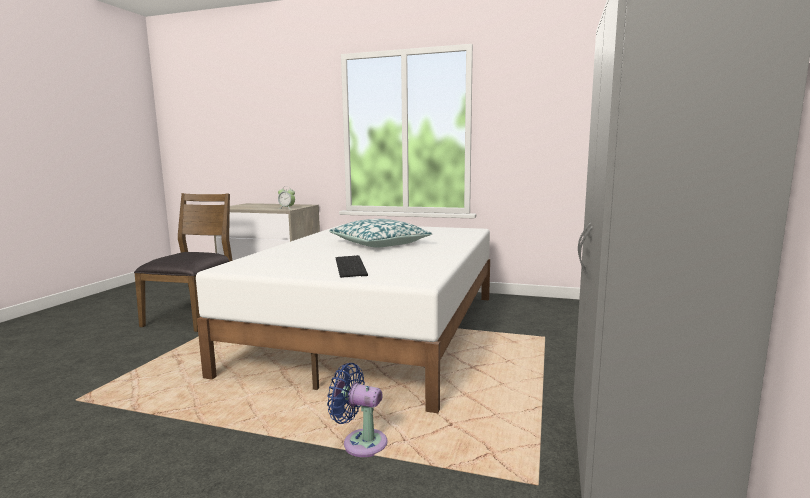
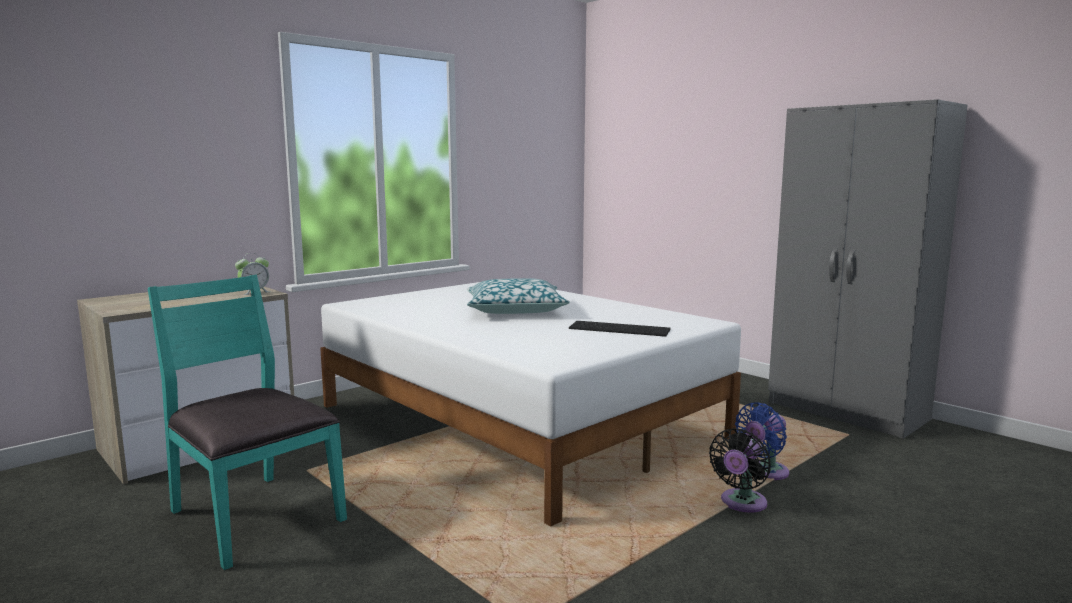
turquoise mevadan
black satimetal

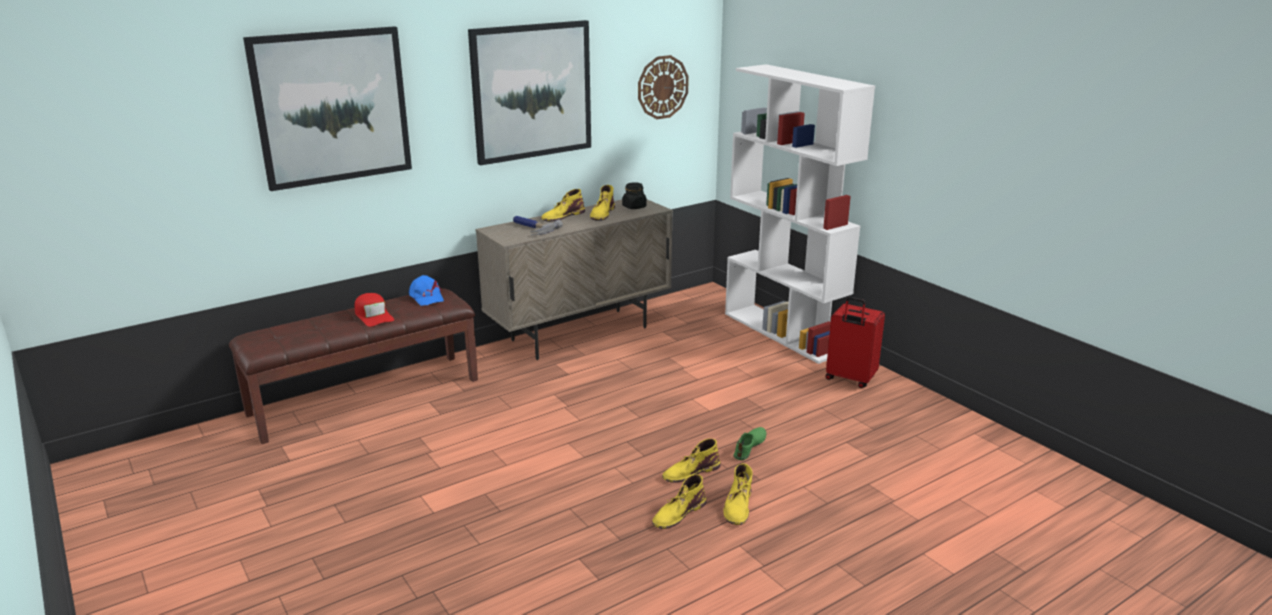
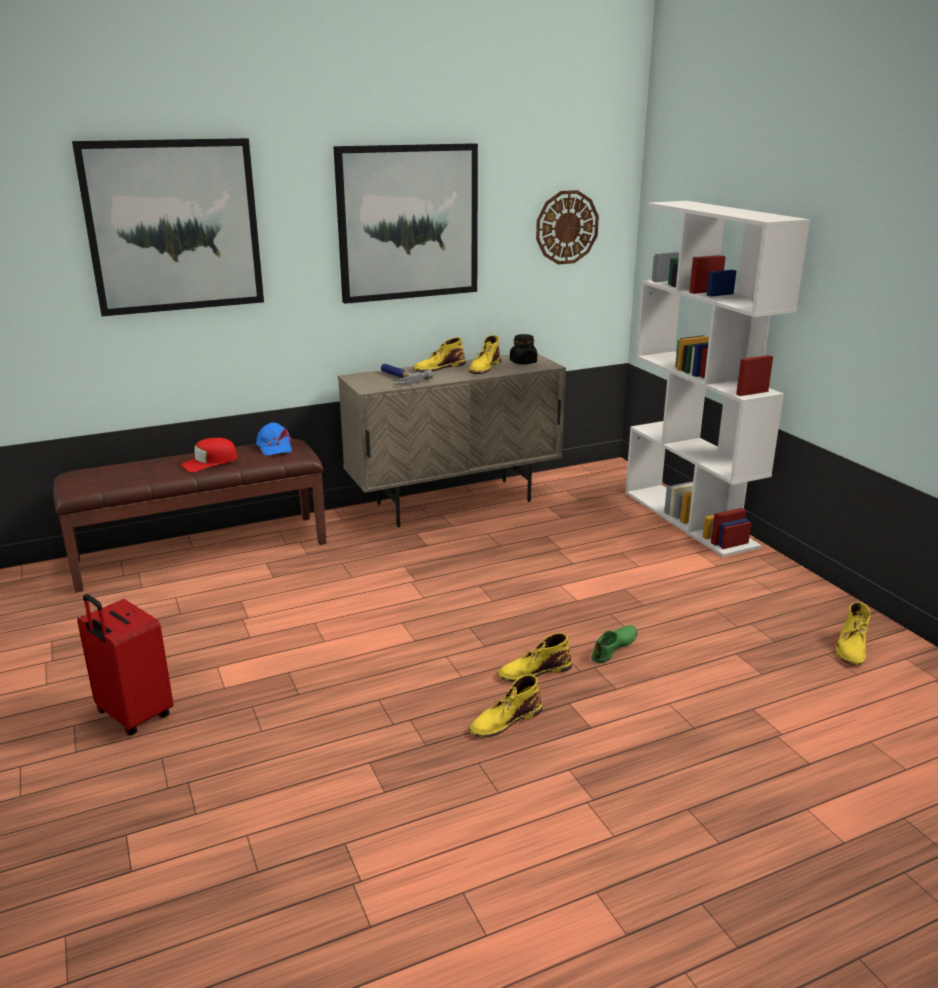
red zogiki
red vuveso
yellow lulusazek (5th from left)

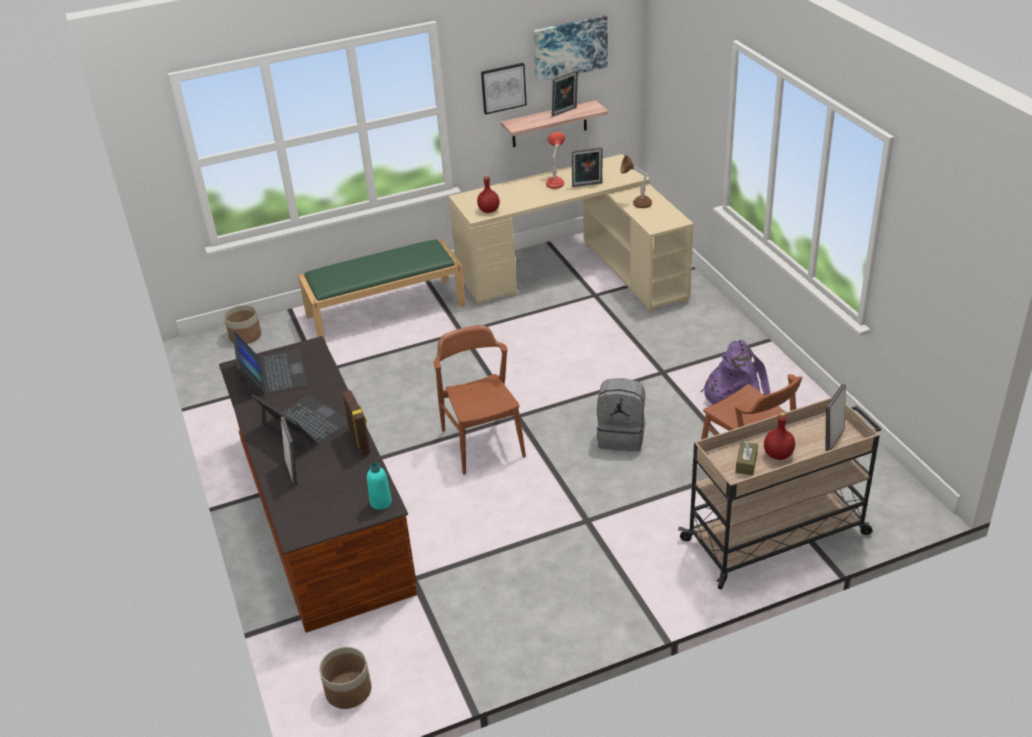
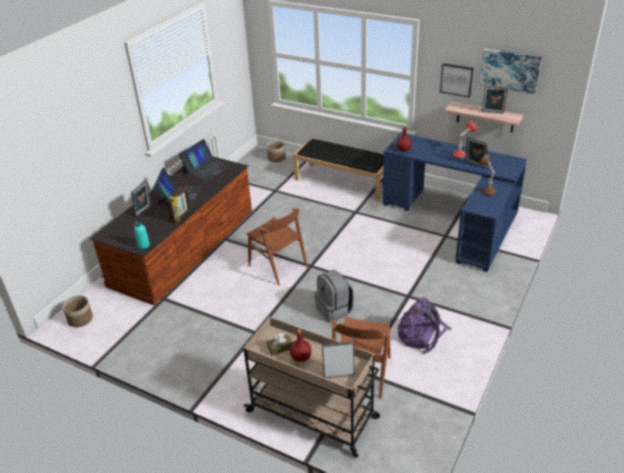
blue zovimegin
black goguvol
brown mevadan (1st from left)

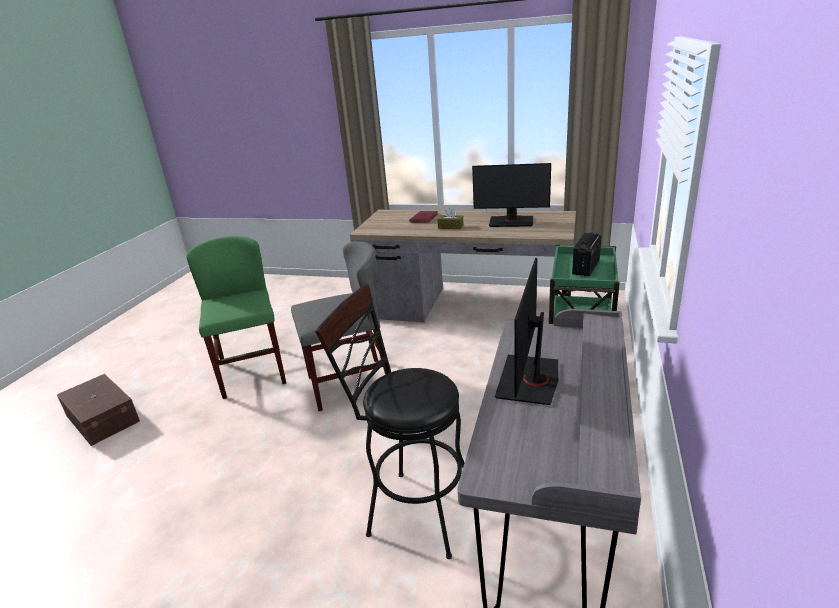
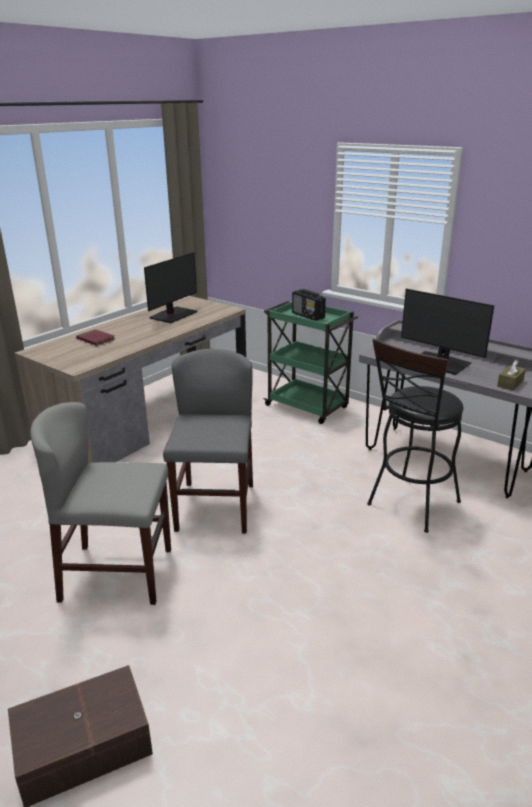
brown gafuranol
grey mevadan (1st from left)

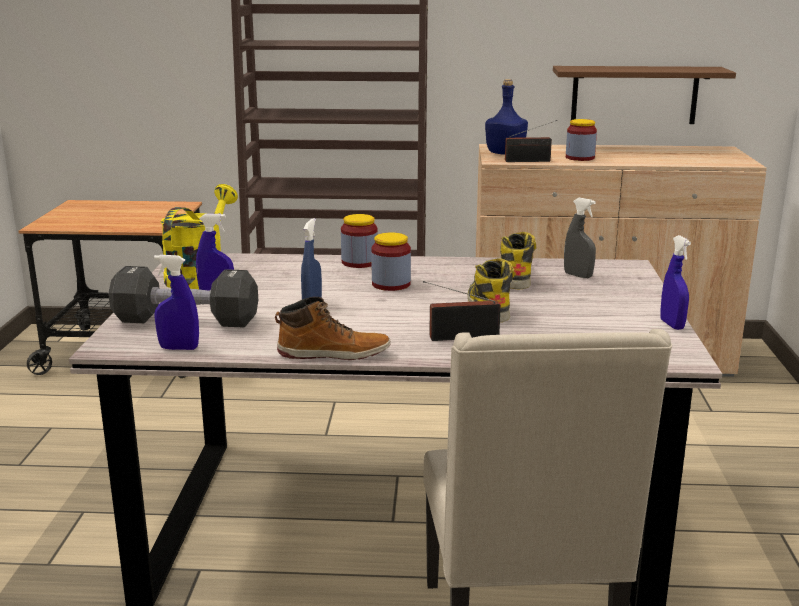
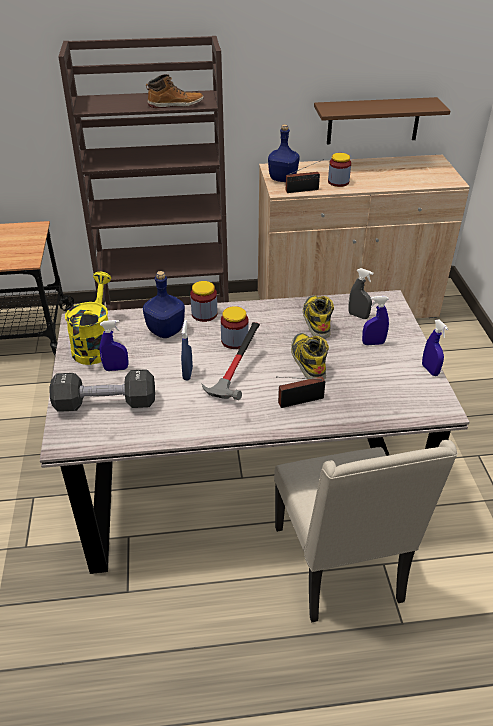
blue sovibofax (3rd from left)
lulusazek (1st from left)
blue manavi (1st from left)
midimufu

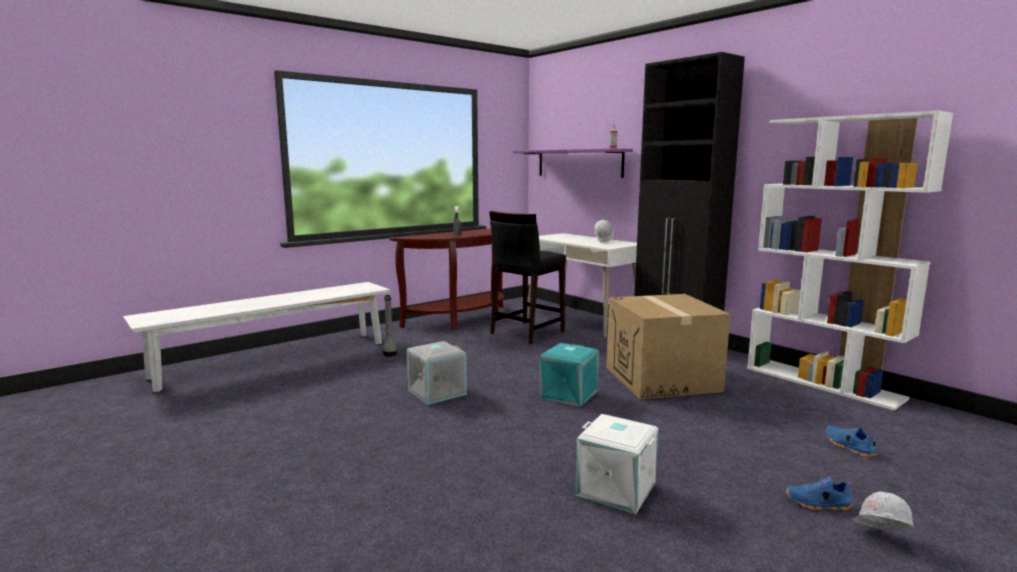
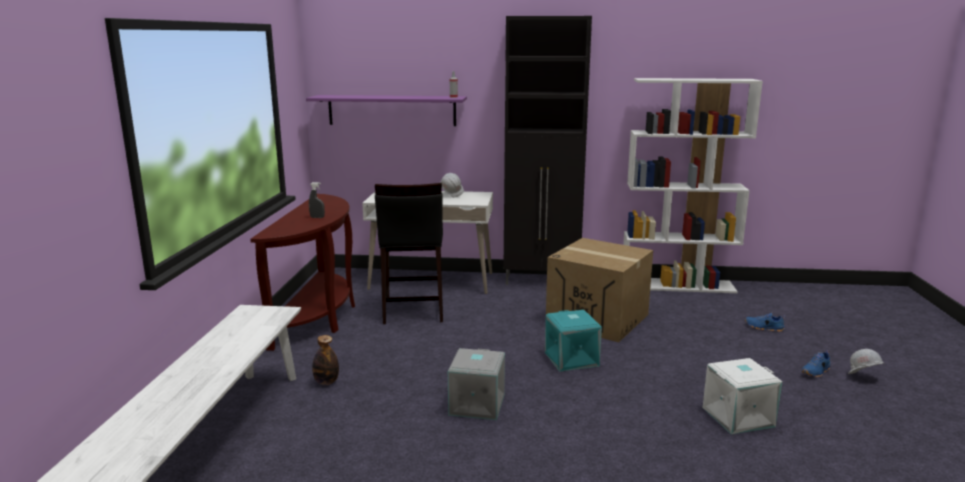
manavi

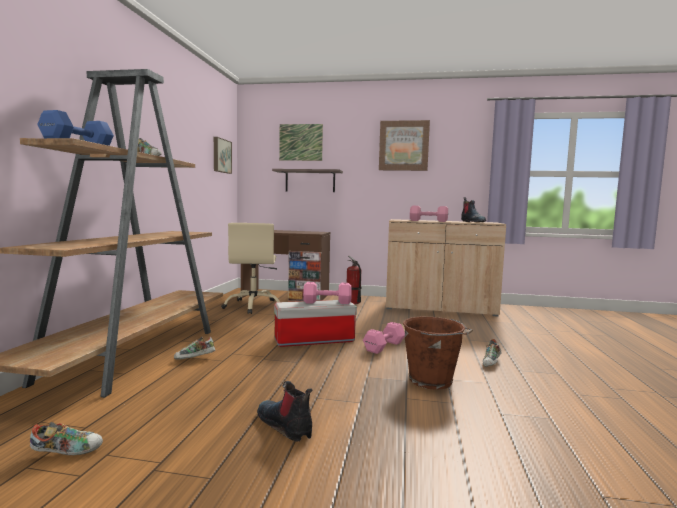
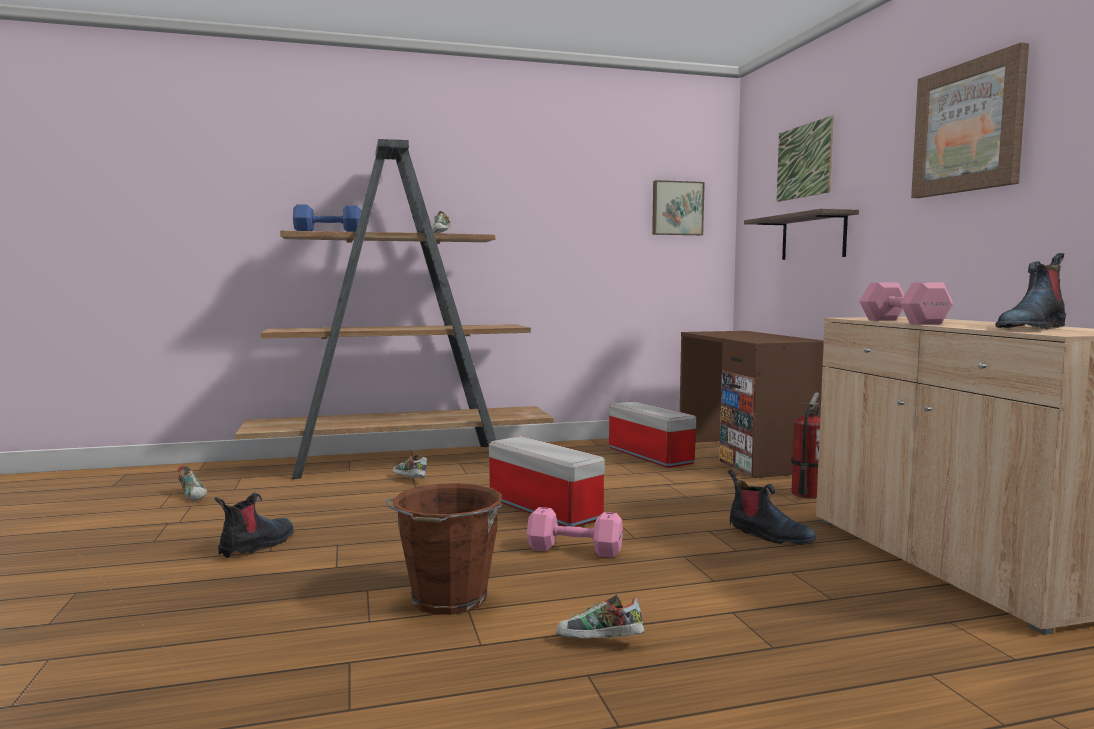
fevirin (2nd from left)
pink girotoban (1st from left in the first image)
lulusazek (2nd from left)

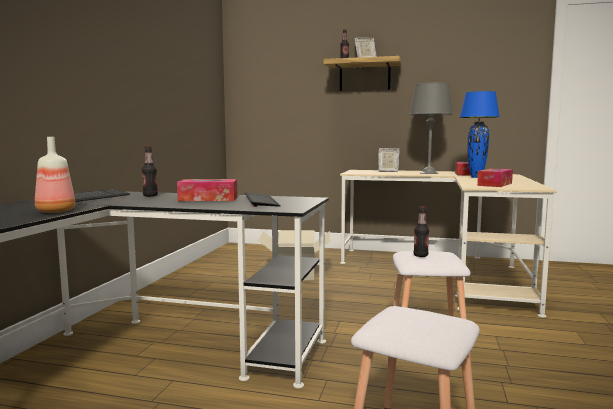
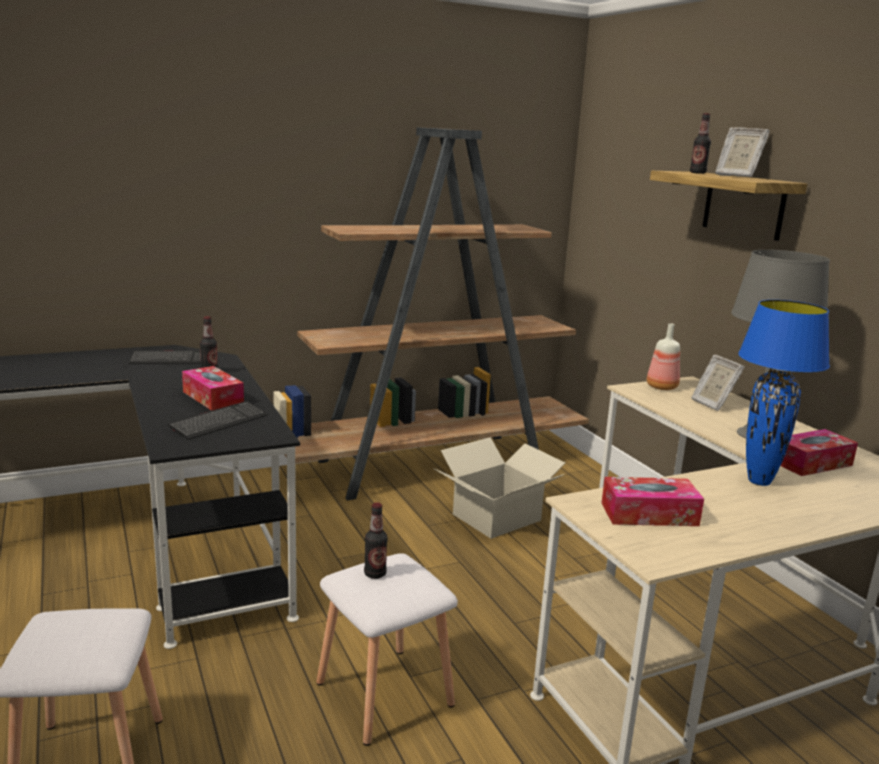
manavi (3rd from left)
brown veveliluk

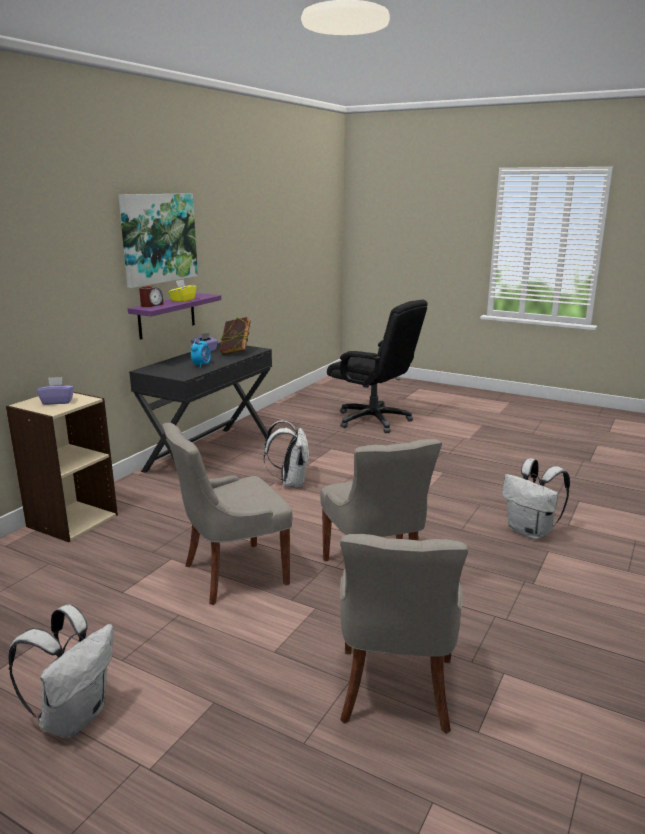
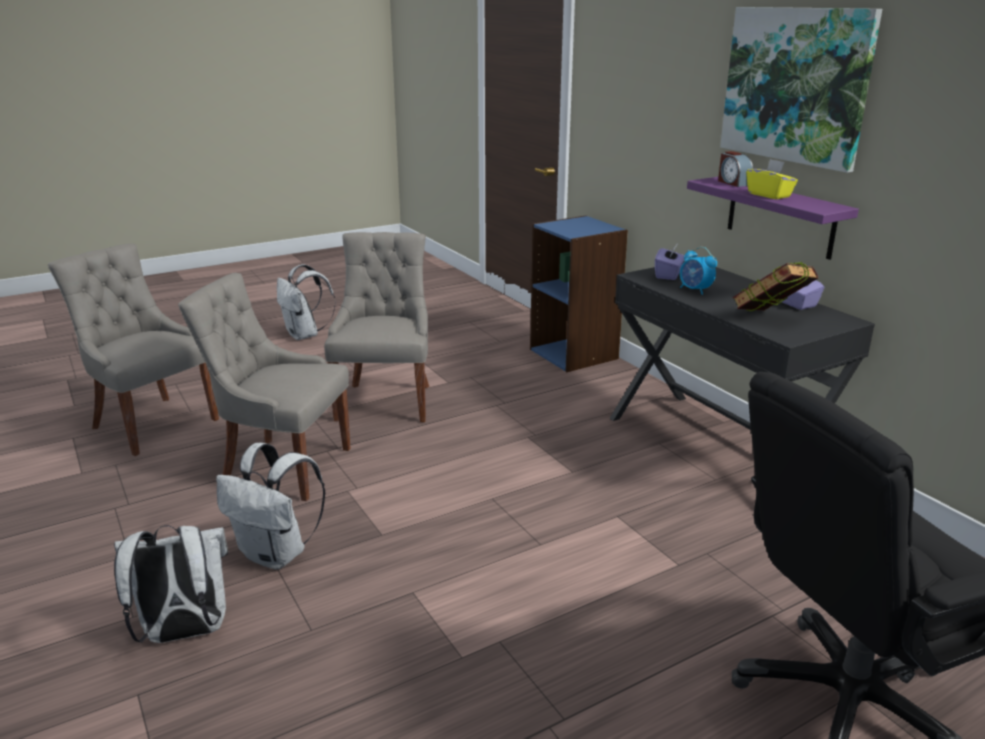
purple gafuranol (1st from left)
blue veveliluk
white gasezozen (2nd from left)

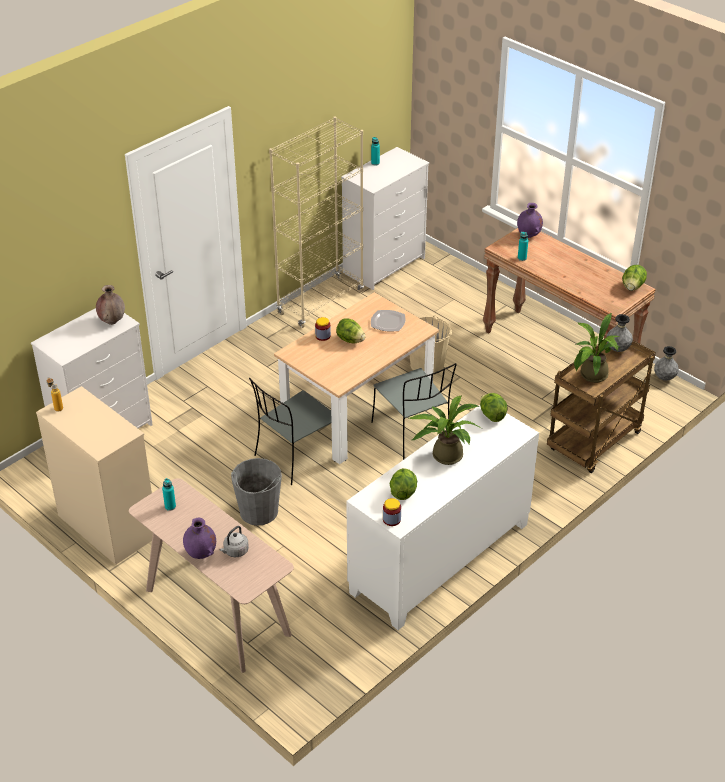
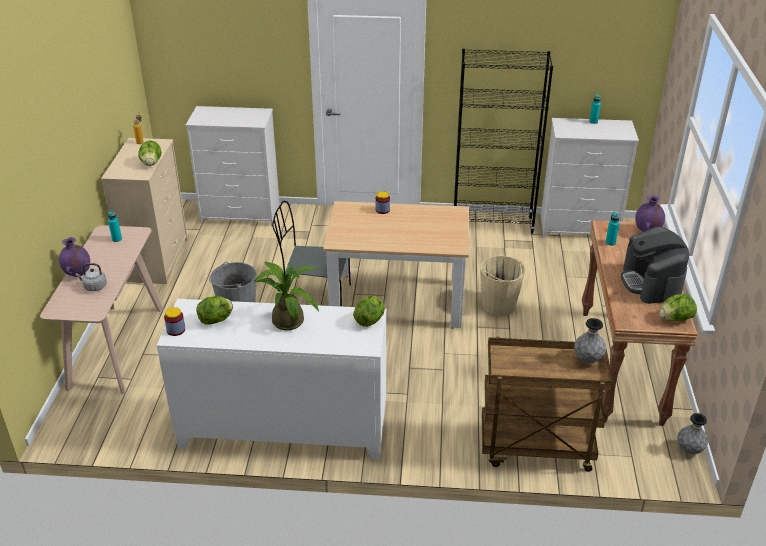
black veveliluk
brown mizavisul
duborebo
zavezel (2nd from left in the first image)
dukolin (1st from left)
grey mevadan (2nd from left in the first image)
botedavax

